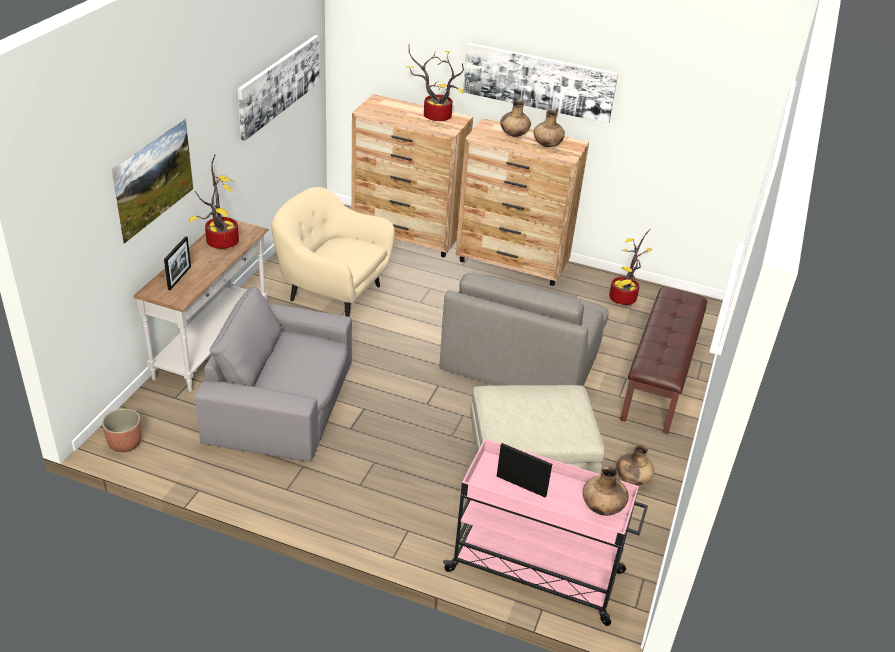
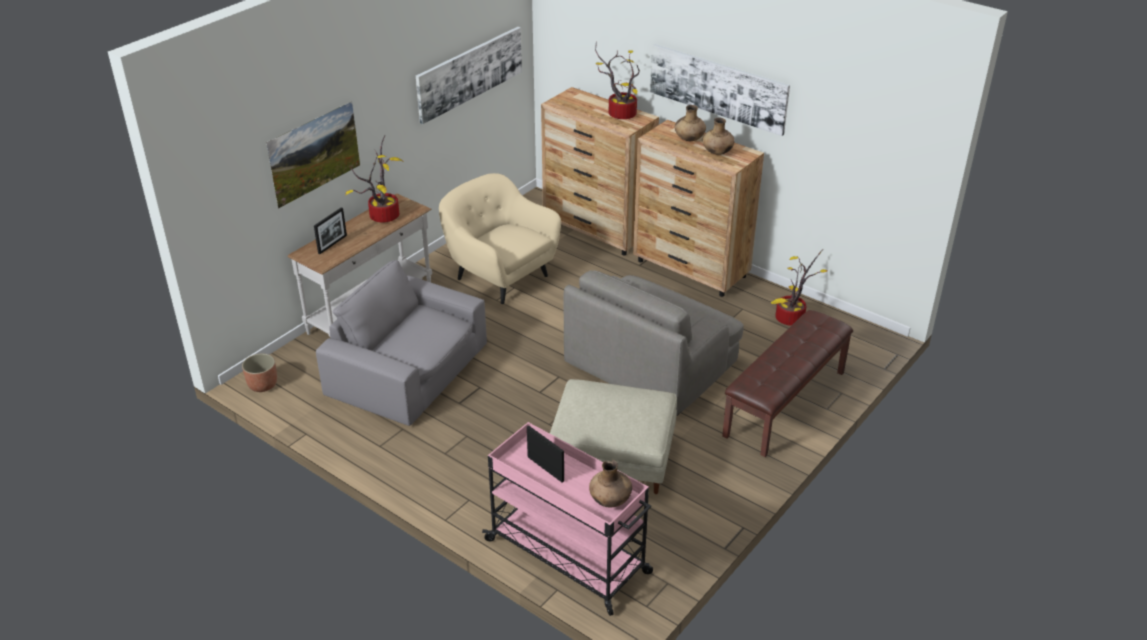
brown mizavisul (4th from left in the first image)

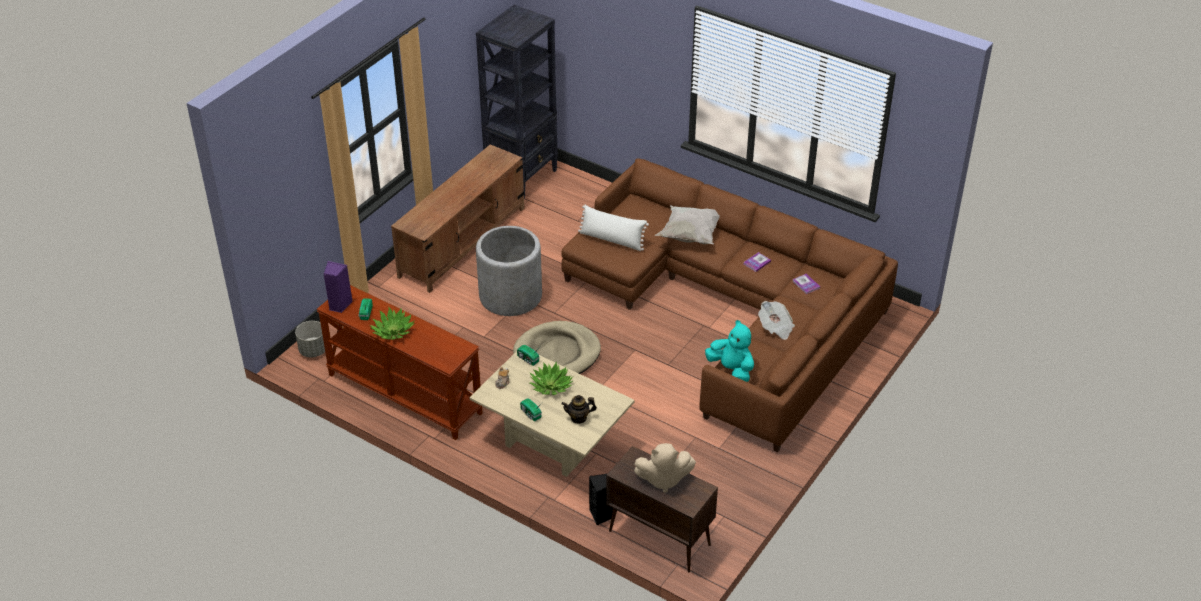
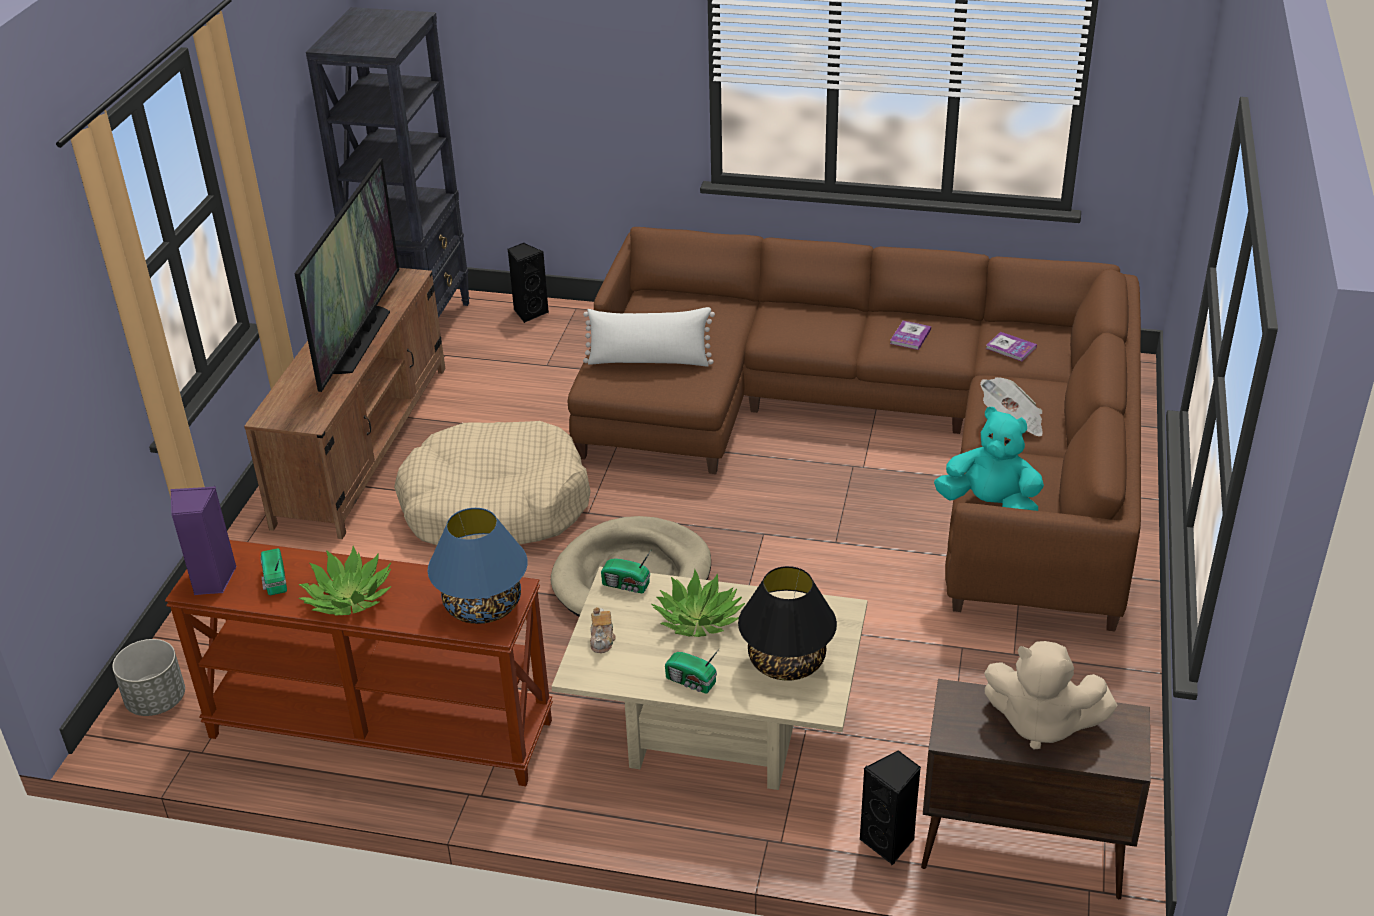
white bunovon (2nd from left in the first image)
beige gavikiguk (1st from left)
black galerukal
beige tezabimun
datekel
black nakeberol (1st from left)
blue galerukal

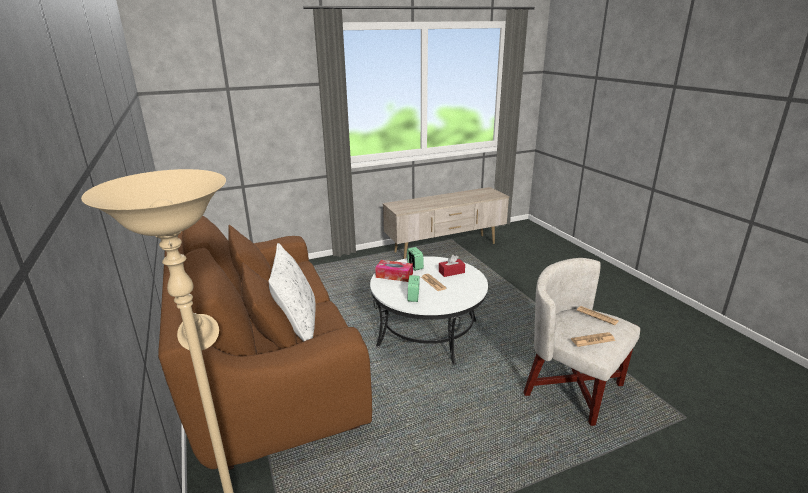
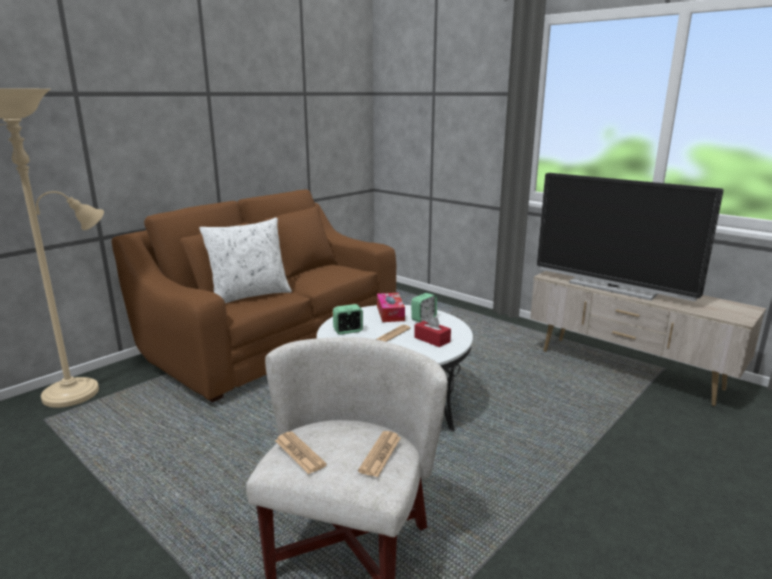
datekel

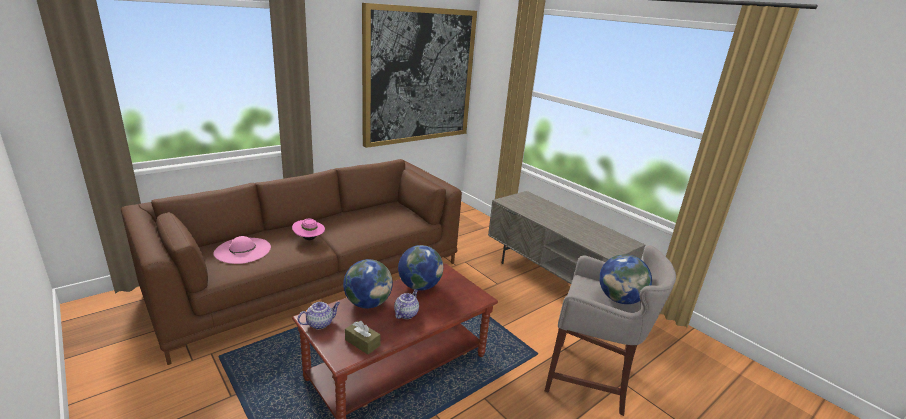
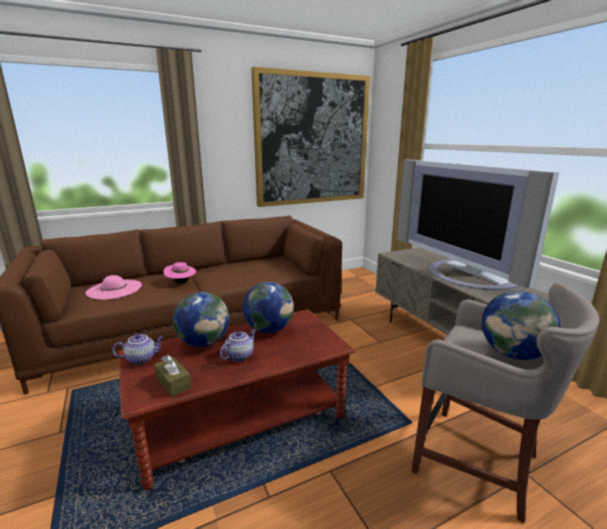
datekel

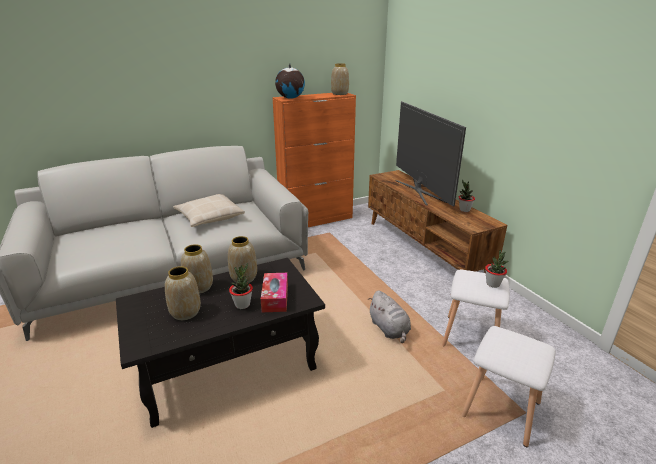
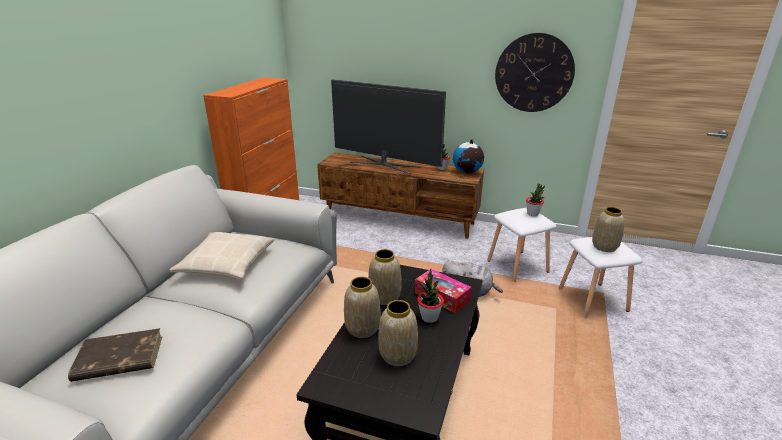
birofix
mizavisul (4th from left)
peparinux
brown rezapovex

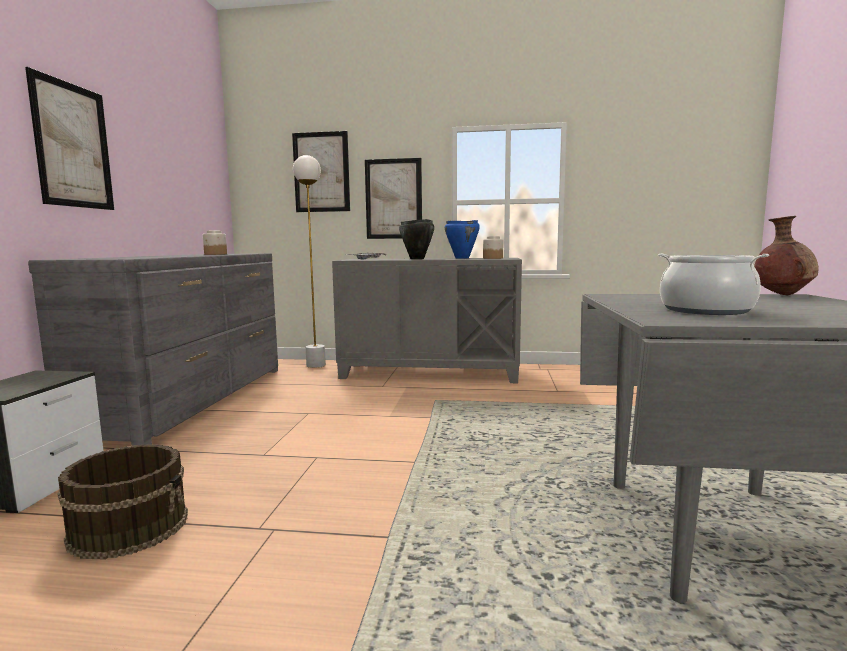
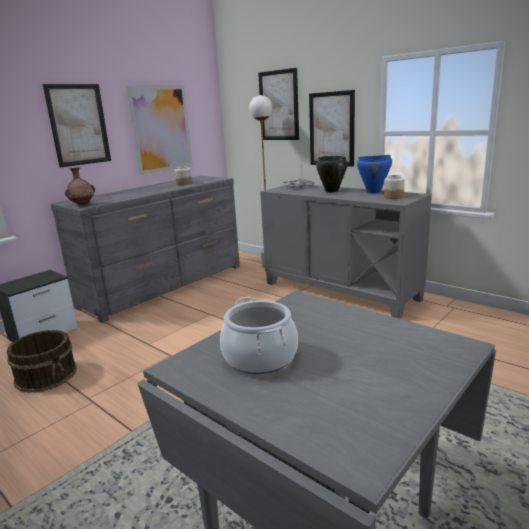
brown mizavisul
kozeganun (2nd from left)

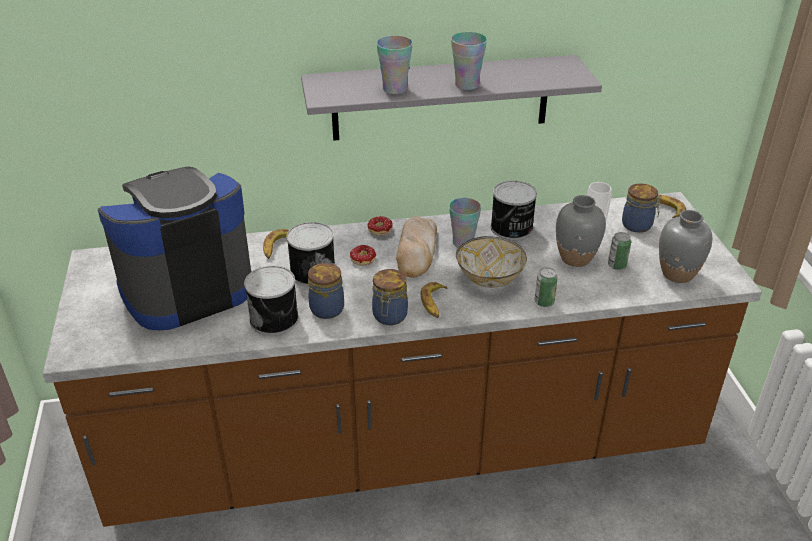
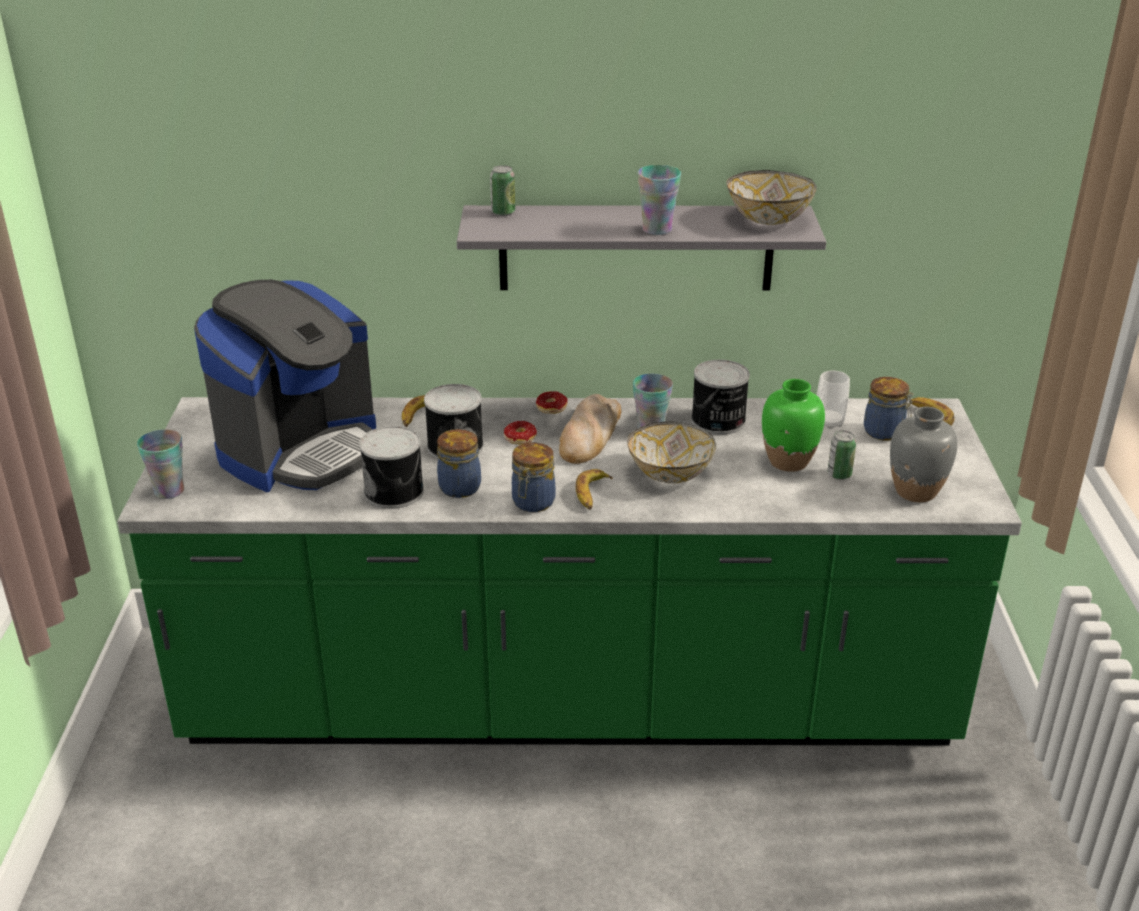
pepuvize (1st from left)
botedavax
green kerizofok
green mizavisul
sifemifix (3rd from left)
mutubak (2nd from left)

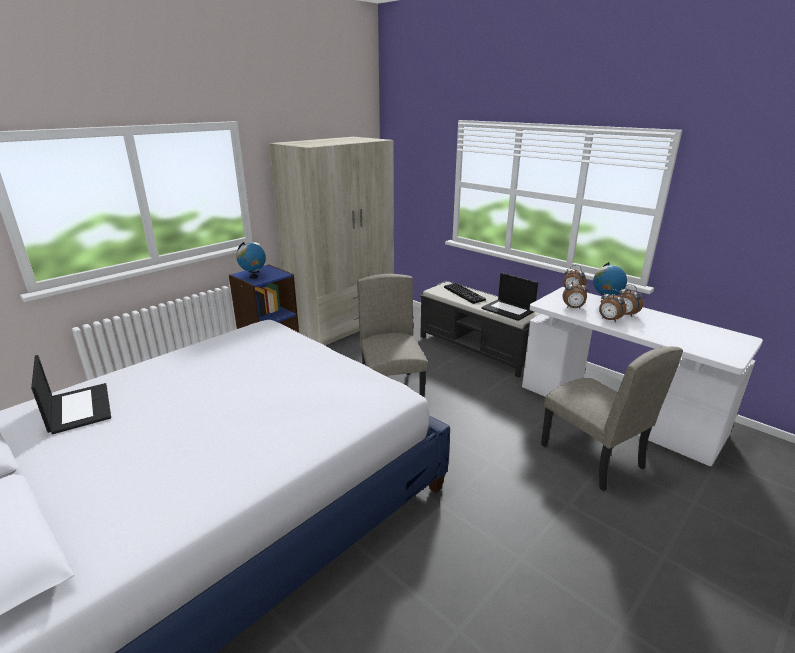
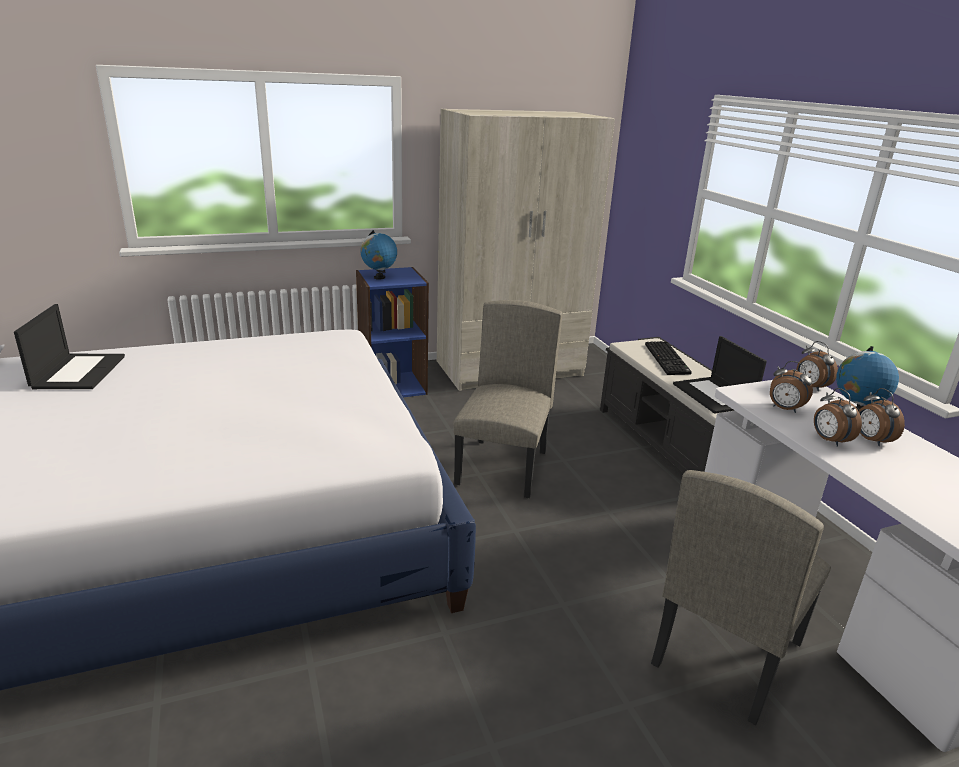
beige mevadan (2nd from left)

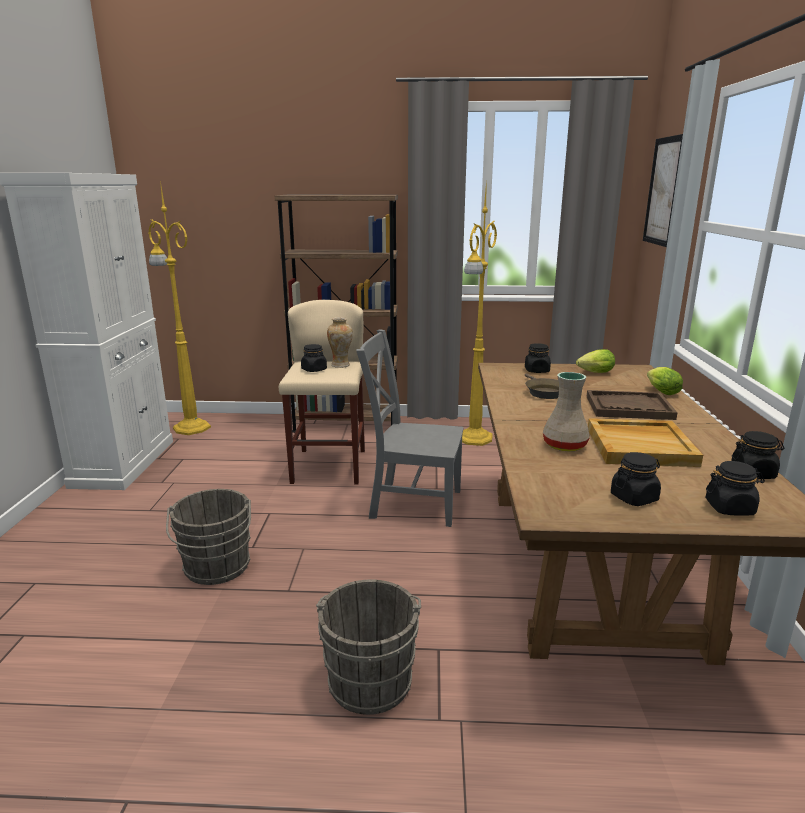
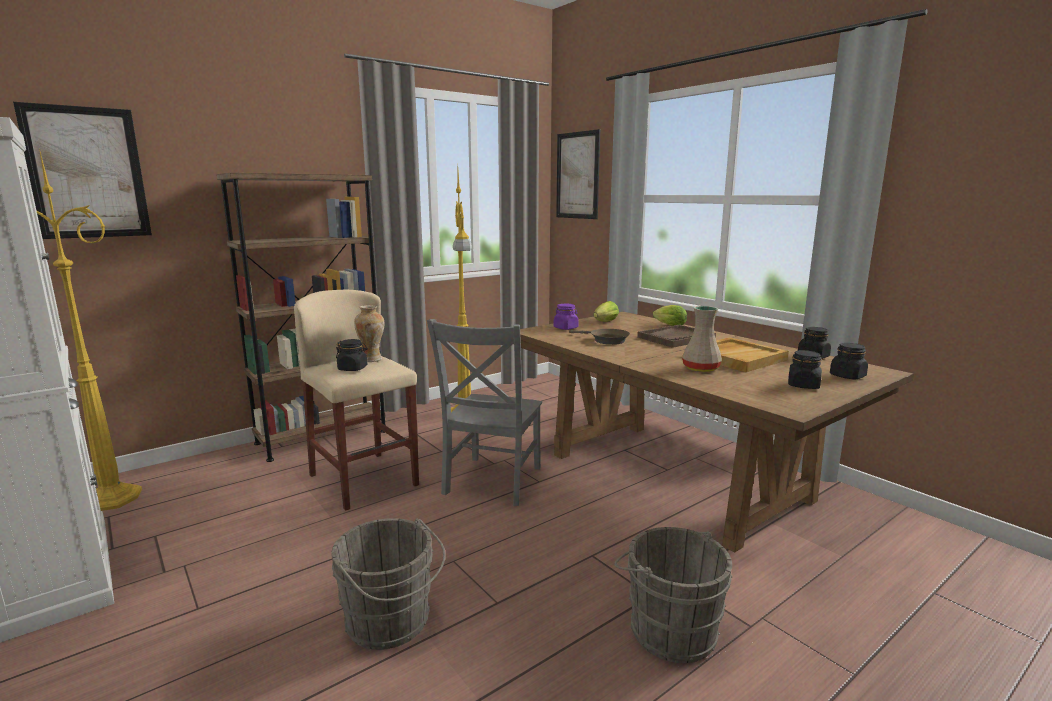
grey mevadan
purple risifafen
kozeganun (1st from left)

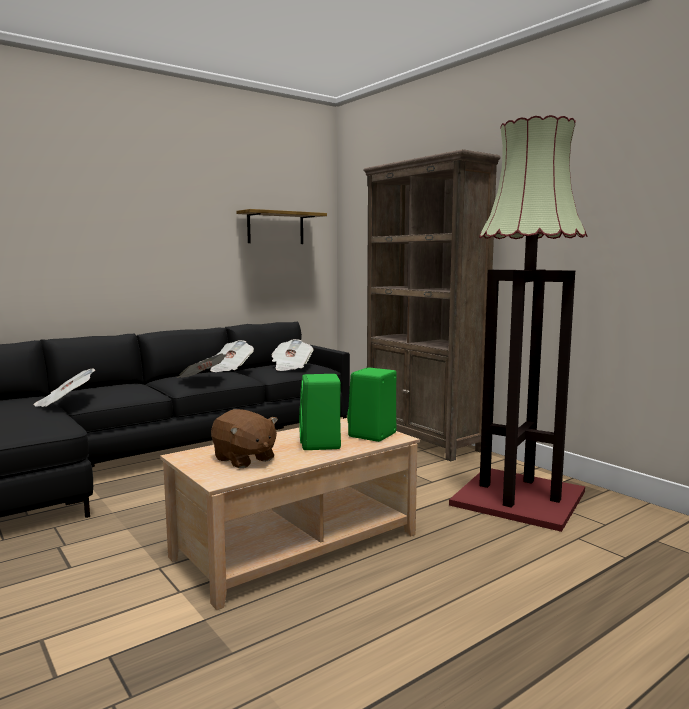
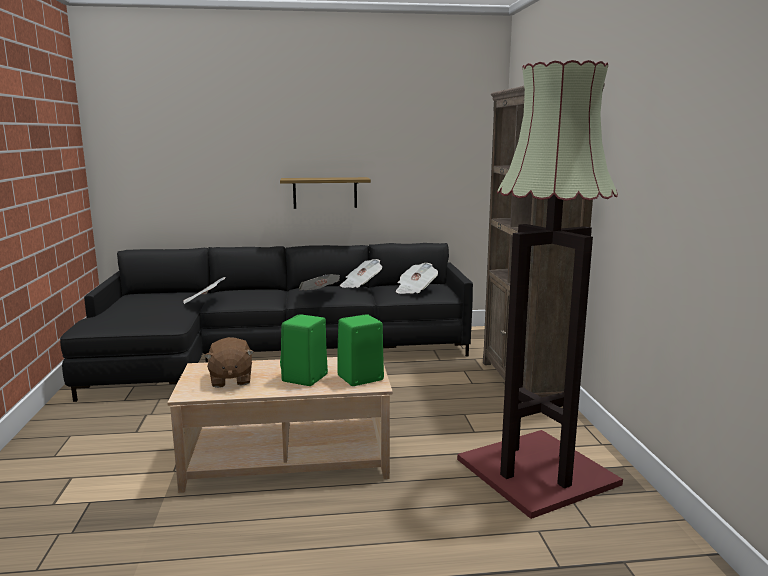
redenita

